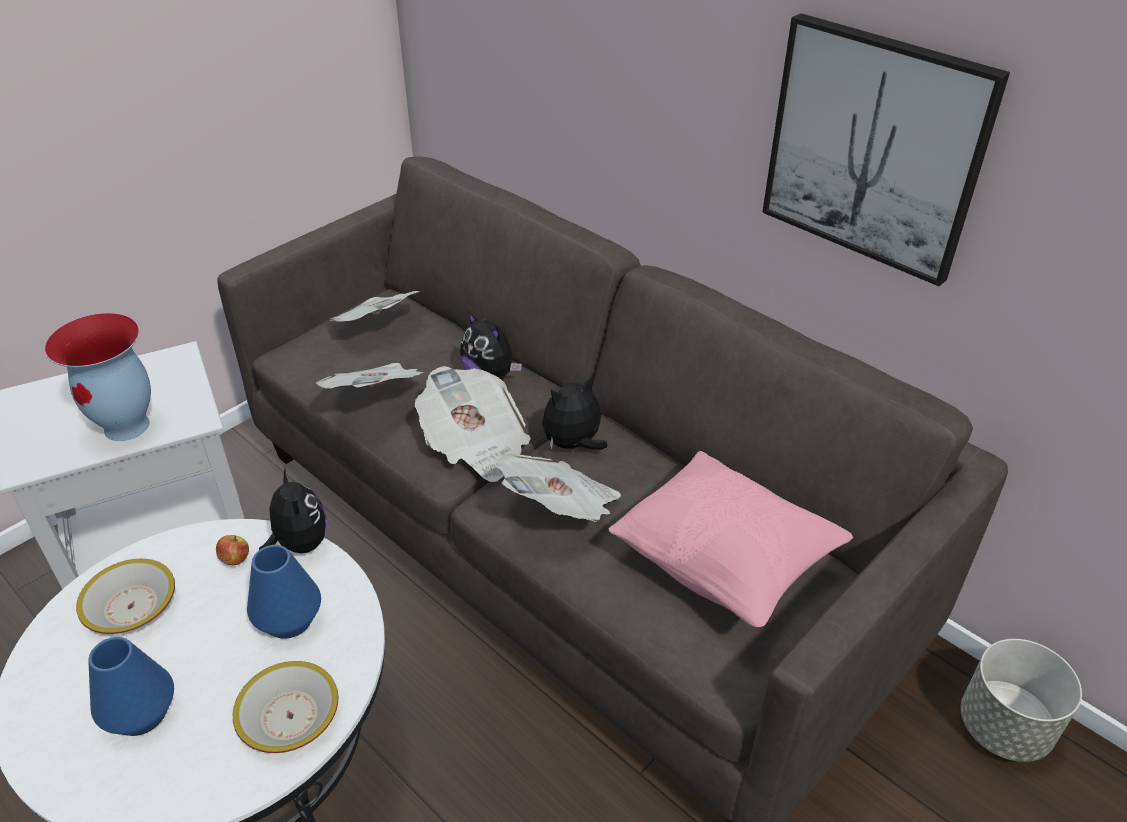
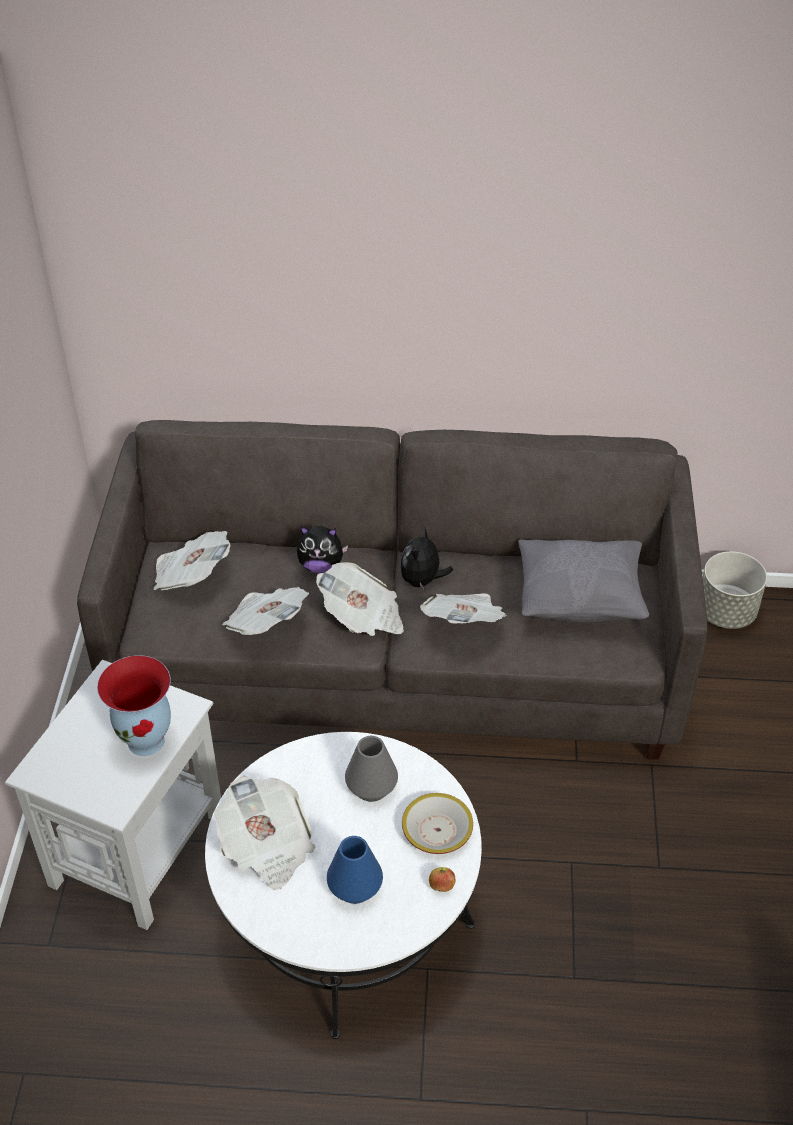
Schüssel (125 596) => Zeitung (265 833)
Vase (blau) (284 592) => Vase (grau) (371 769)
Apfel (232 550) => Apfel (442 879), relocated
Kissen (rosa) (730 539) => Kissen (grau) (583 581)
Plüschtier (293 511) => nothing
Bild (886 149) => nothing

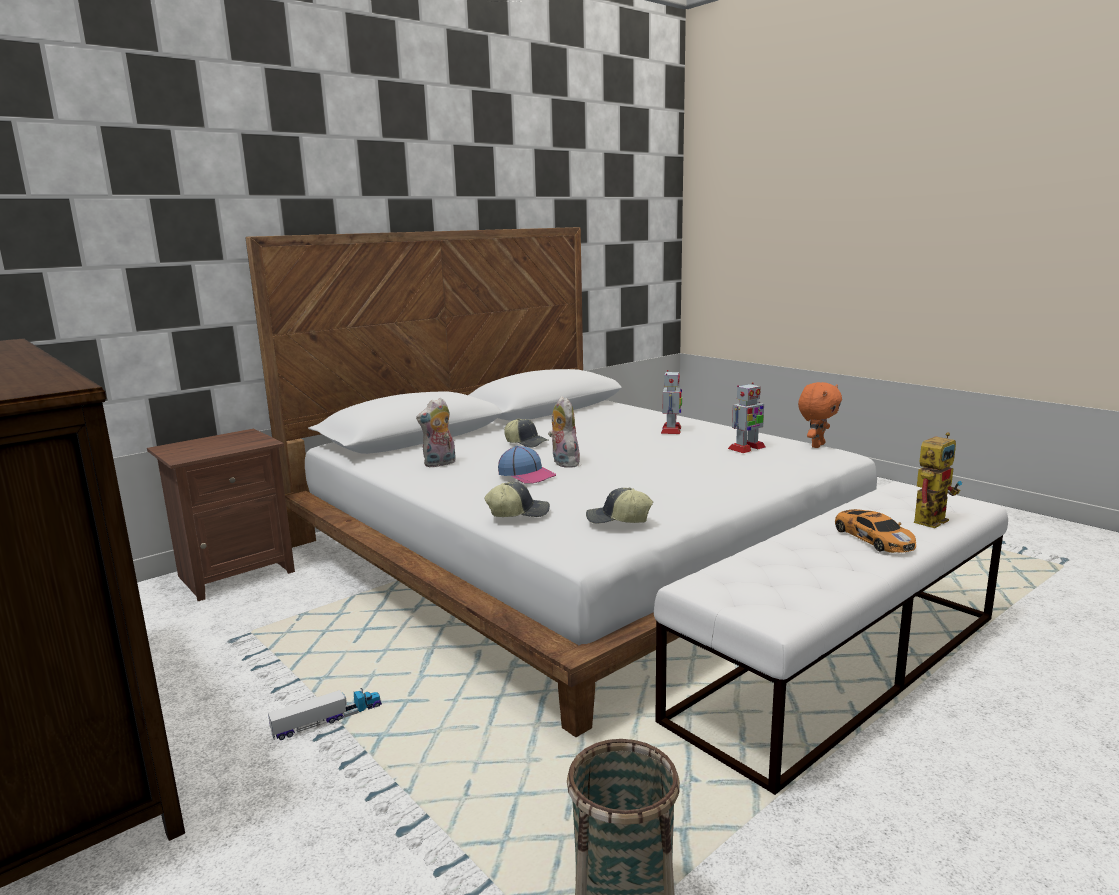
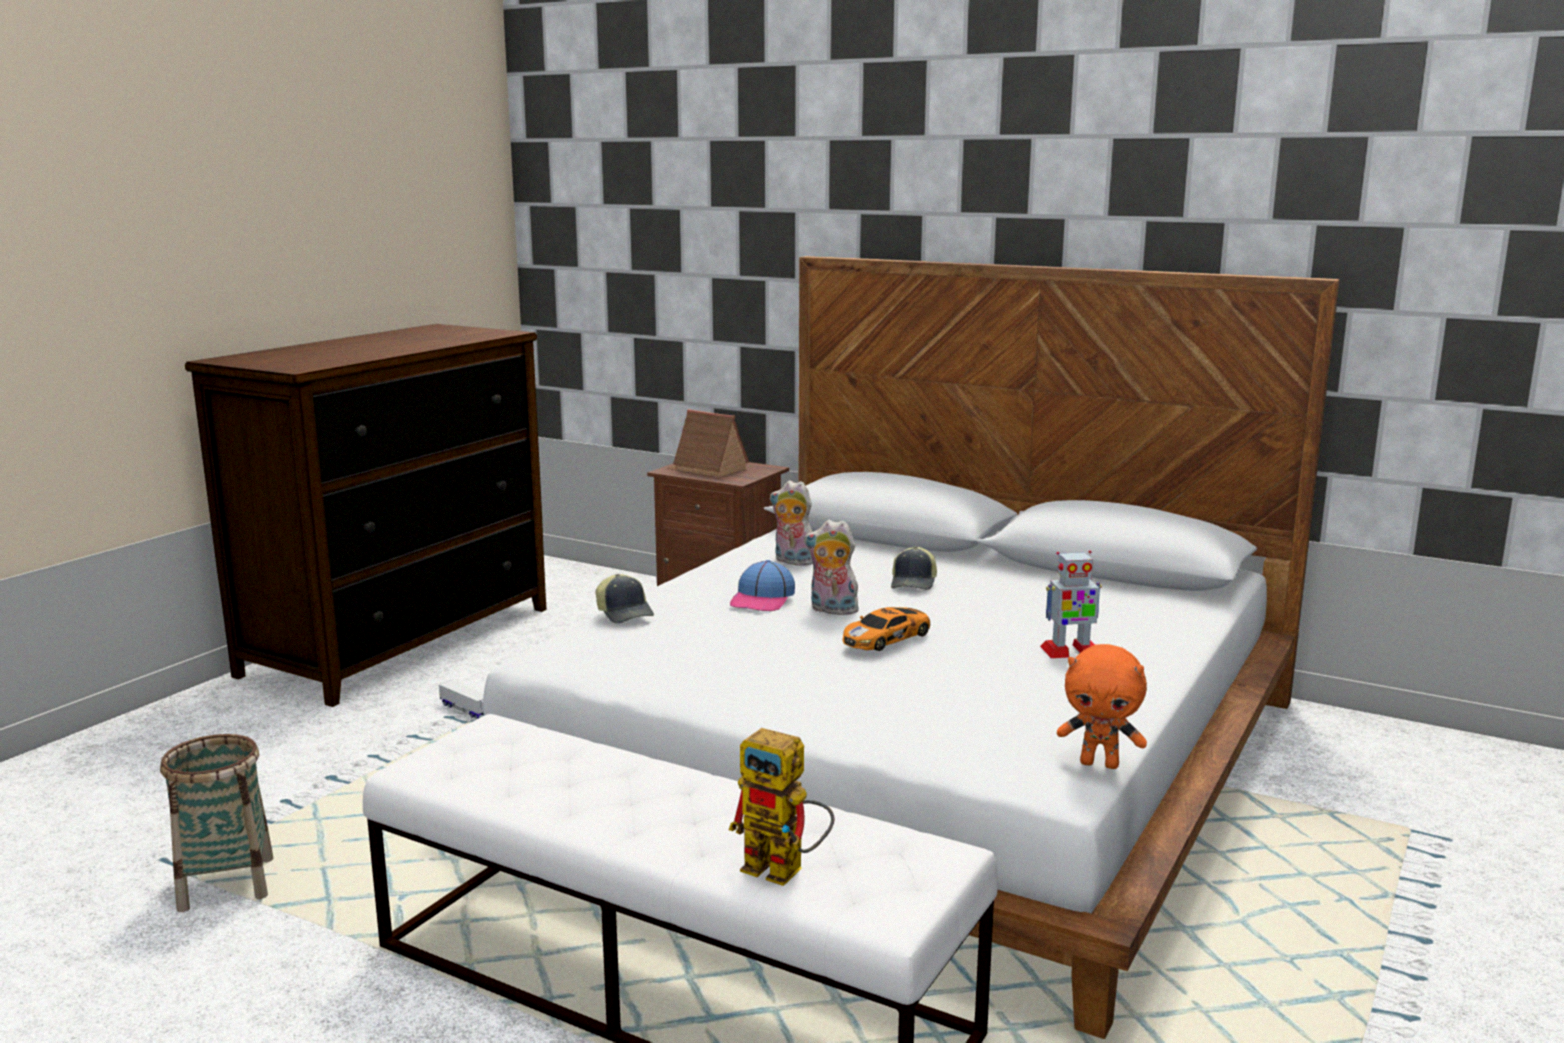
nothing => Spielzeughaus (708 443)
Plüschtier (564 432) => Plüschtier (833 567), 120 degrees counterclockwise
Spielzeugauto (875 531) => Spielzeugauto (886 629), relocated
Kappe (619 506) => nothing
Spielzeugroboter (747 417) => nothing

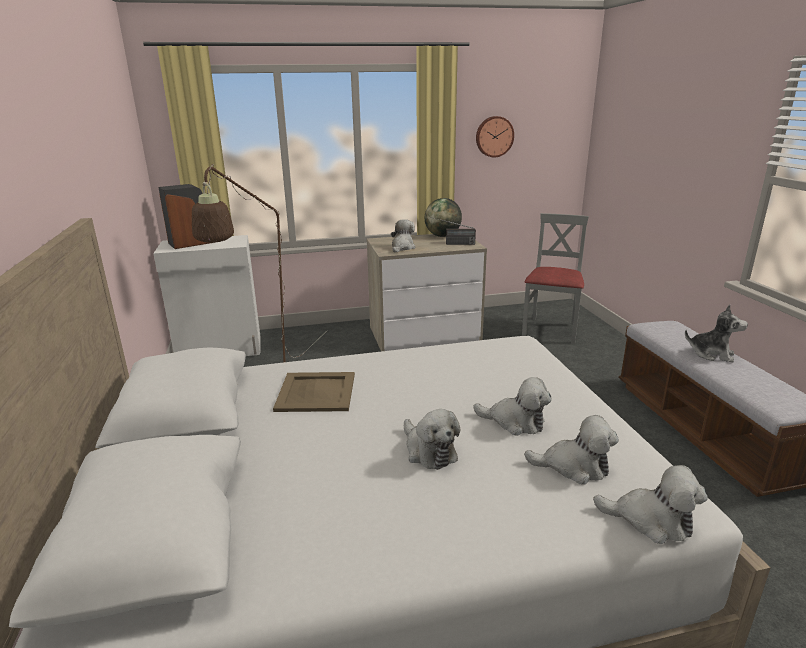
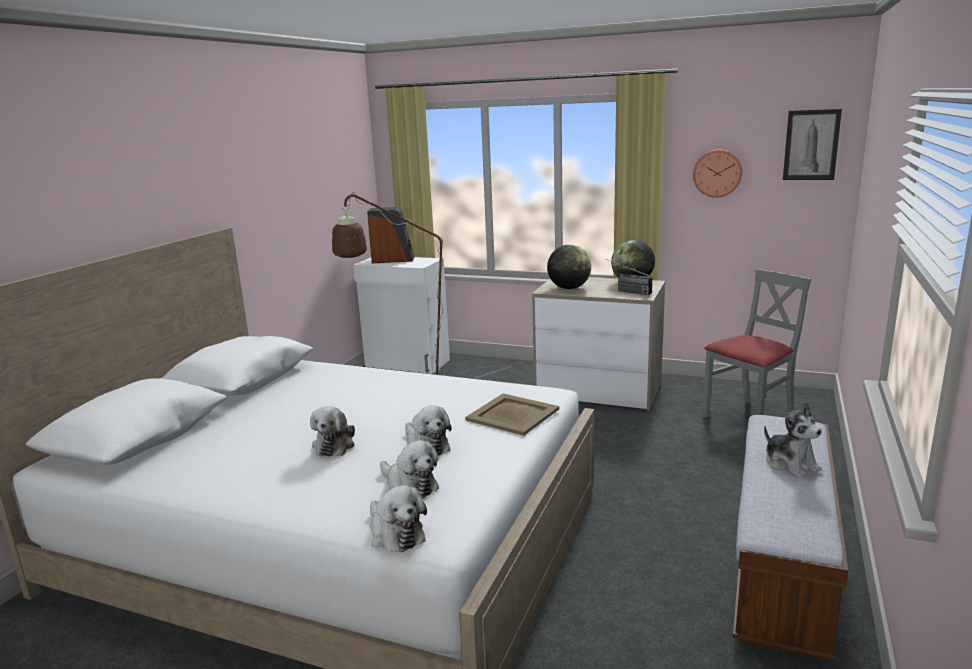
Tablett (beige) (314 392) => Tablett (beige) (512 414), relocated
Plüschtier (403 236) => Globus (569 267)
nothing => Bild (812 144)

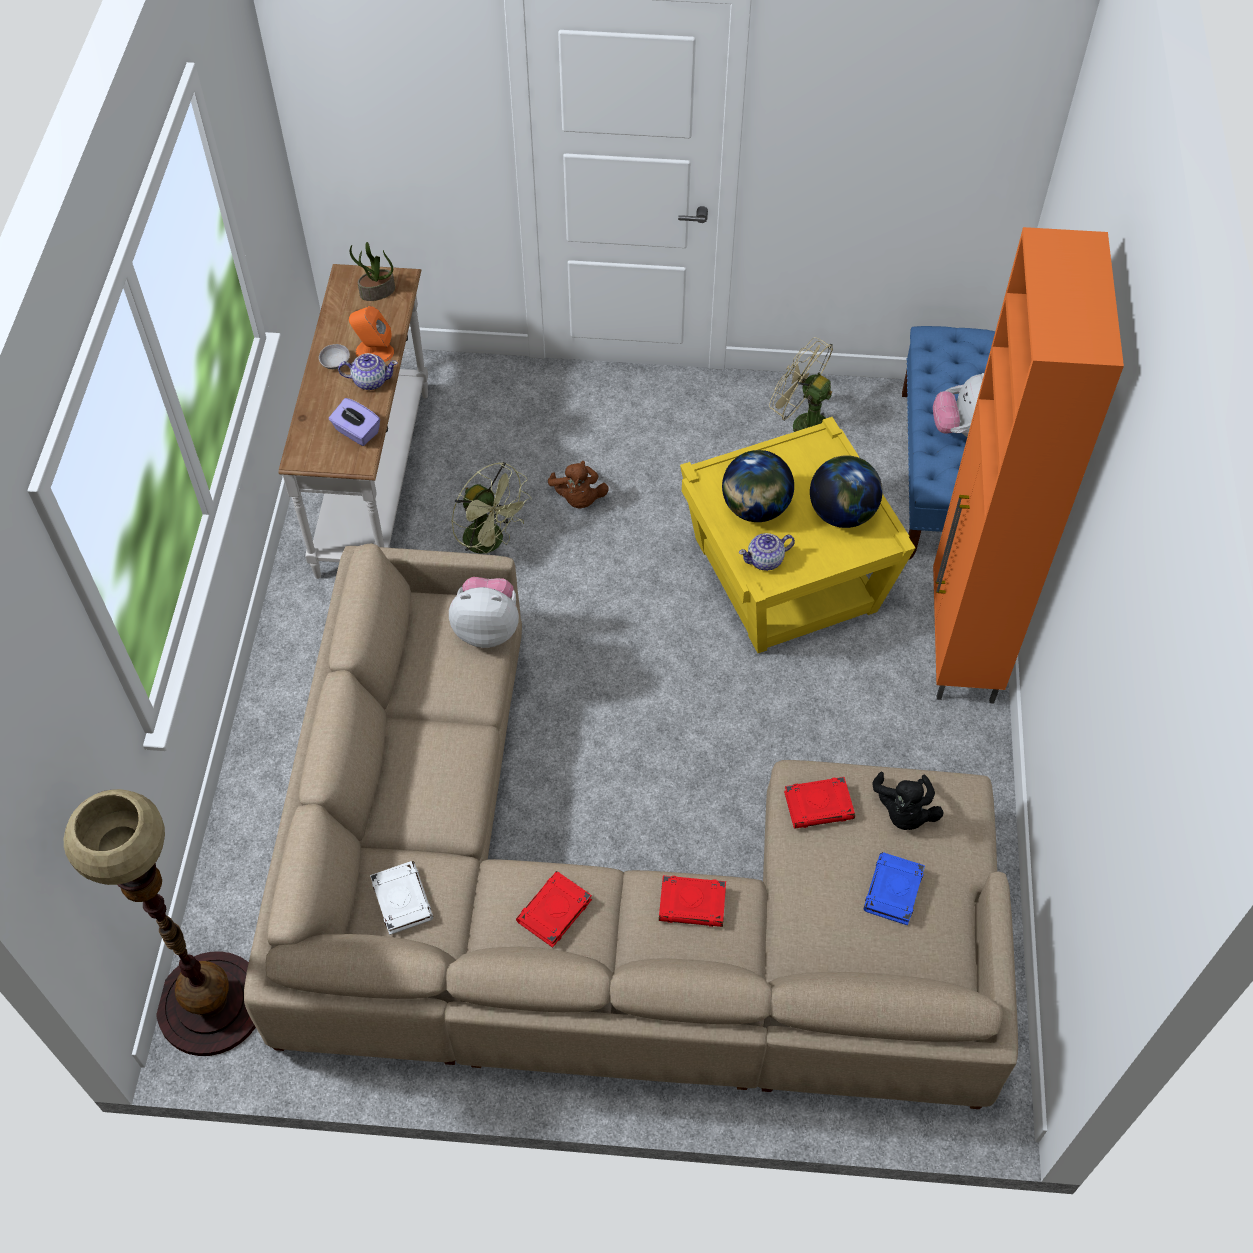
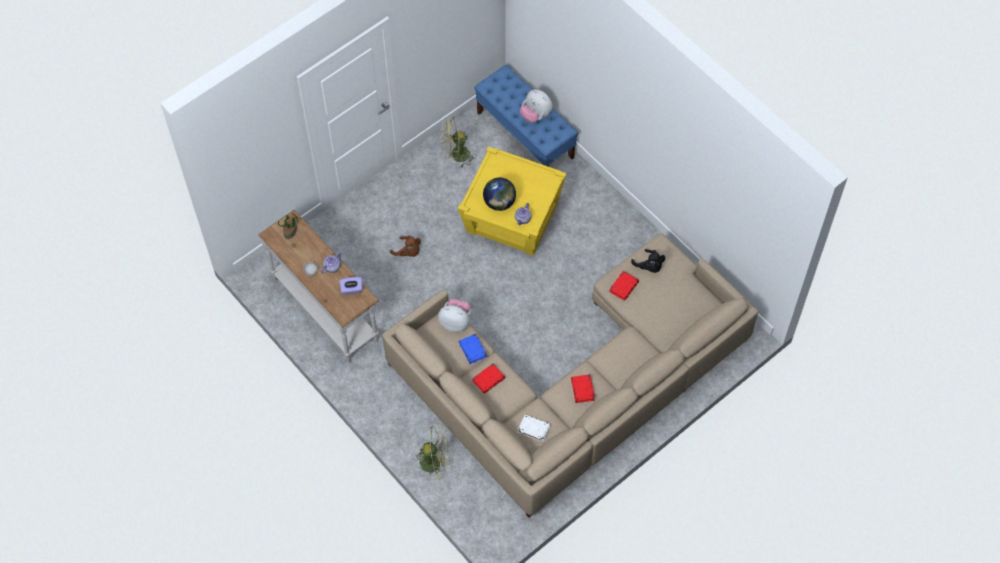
Ventilator (grün) (491 508) => Ventilator (grün) (431 452), relocated
Plüschtier (484 612) => Plüschtier (454 315), 60 degrees clockwise
Buch (blau) (894 888) => Buch (blau) (472 349), relocated
Buch (rot) (692 901) => Buch (rot) (488 379), relocated
Stehlampe (160 922) => nothing
Lautsprecher (orange) (371 334) => nothing
Globus (846 491) => nothing
Schrank (orange) (1028 465) => nothing

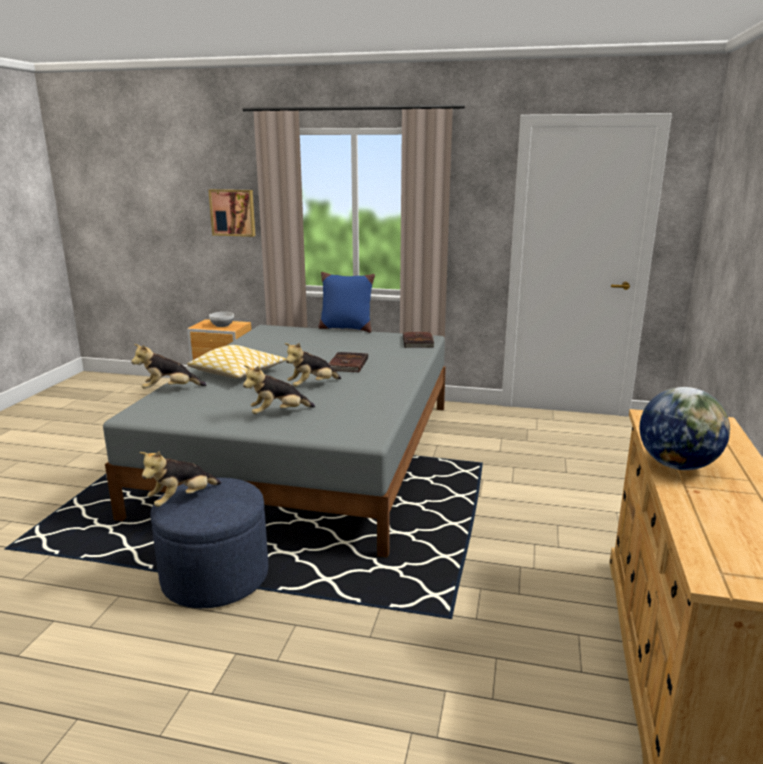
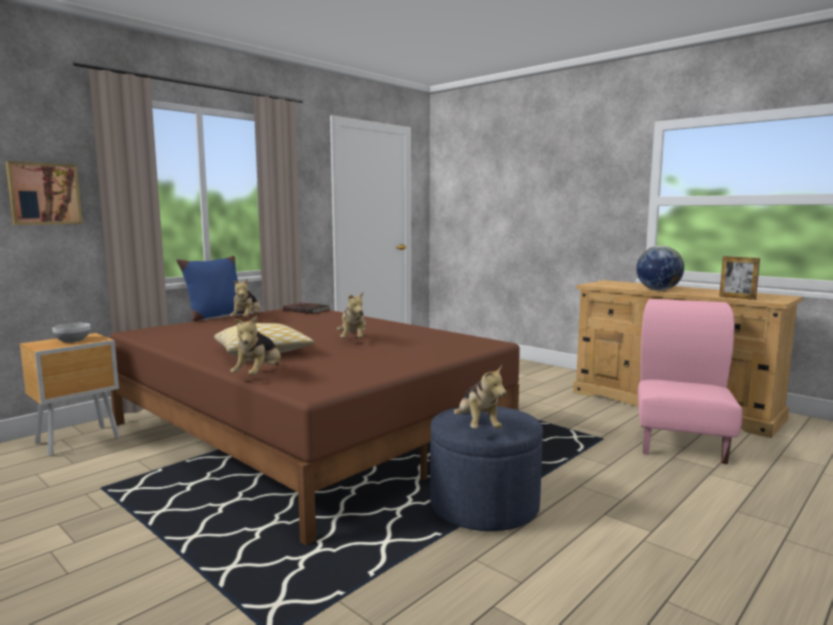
Bett (grau) (274 441) => Bett (braun) (315 427)
Plüschtier (279 389) => Plüschtier (245 298), relocated
nothing => Stuhl (rosa) (690 381)
nothing => Bilderrahmen (739 278)
Buch (braun) (348 362) => nothing

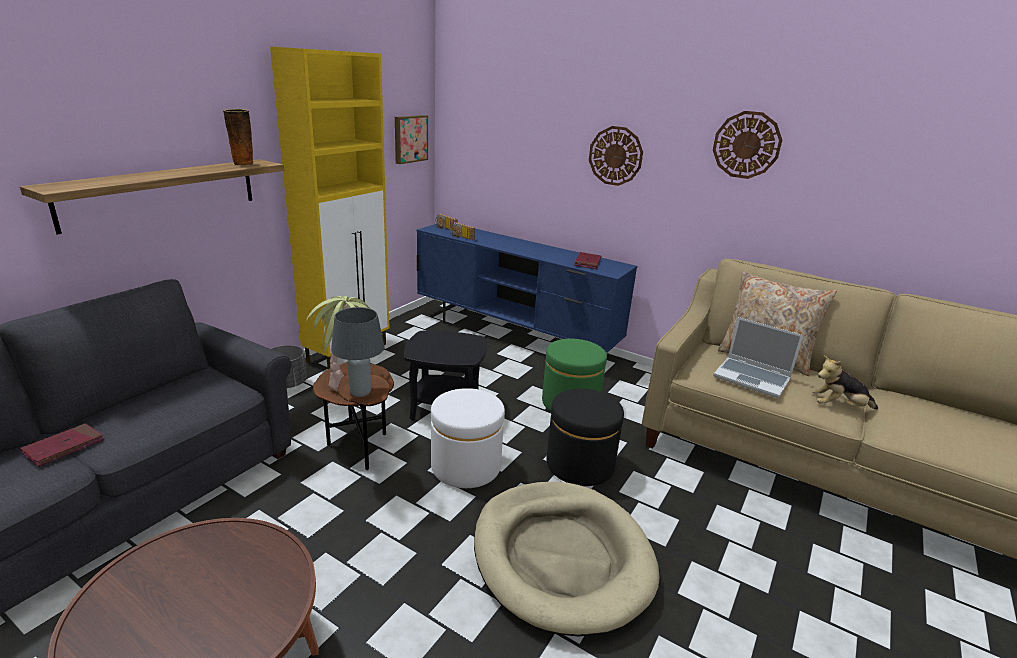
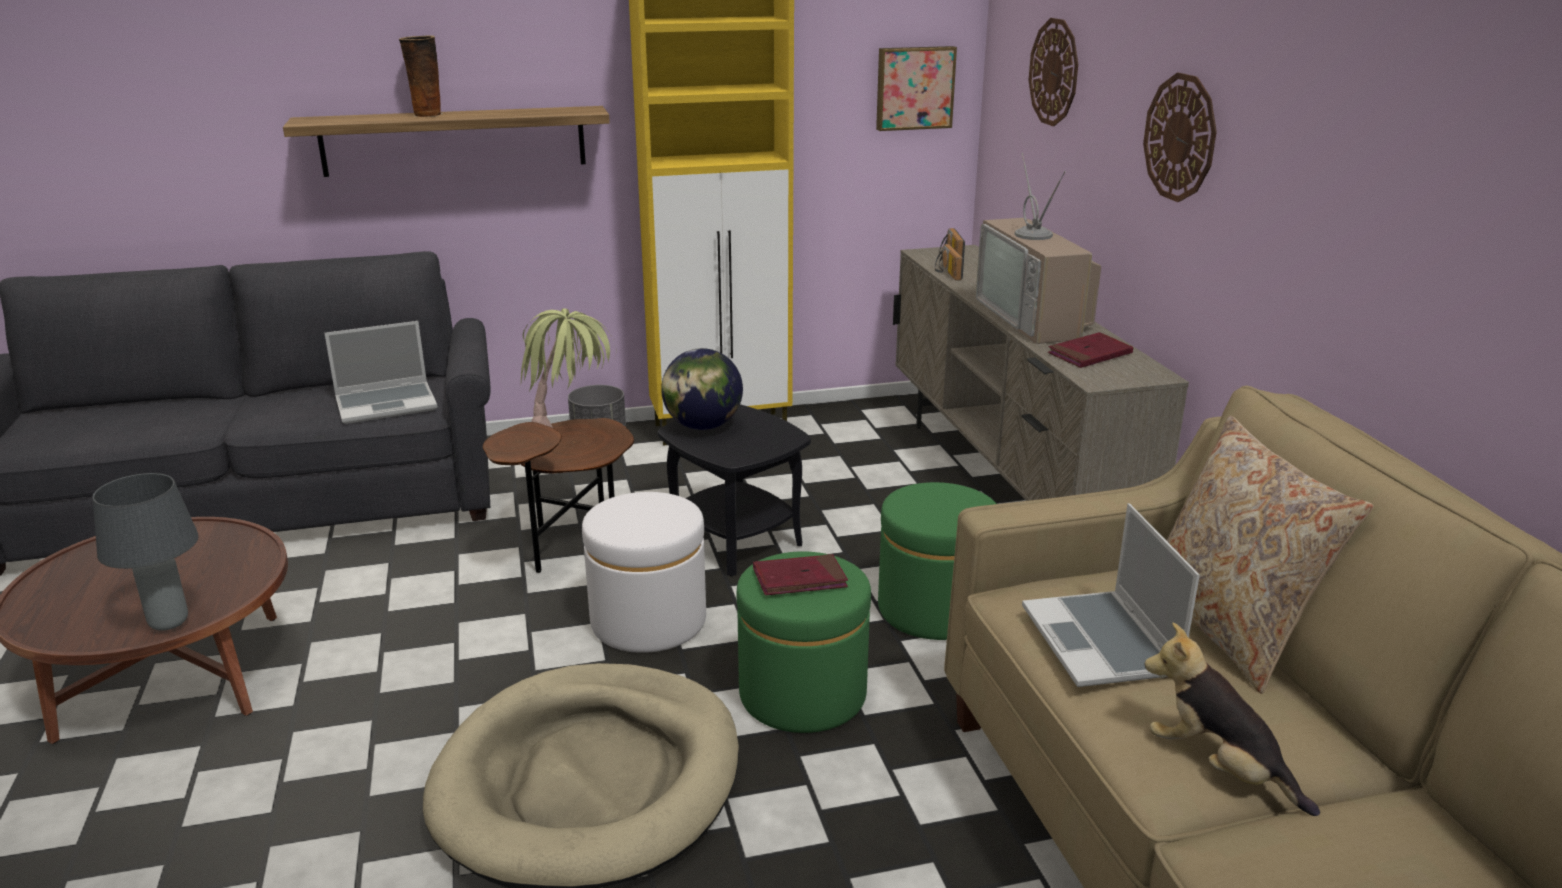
Tischlampe (grau) (357 352) => Tischlampe (grau) (145 552), relocated
nothing => Laptop (381 372)
Vase (238 137) => Vase (421 76), relocated
nothing => Globus (702 389)
Polsterhocker (schwarz) (585 437) => Polsterhocker (grün) (804 642)
Buch (rot) (62 444) => Buch (rot) (800 574), relocated
Fernsehschrank (blau) (527 288) => Fernsehschrank (beige) (1041 373)
nothing => Fernseher (1038 248)
Wanduhr (747 145) => Wanduhr (1053 72), relocated

